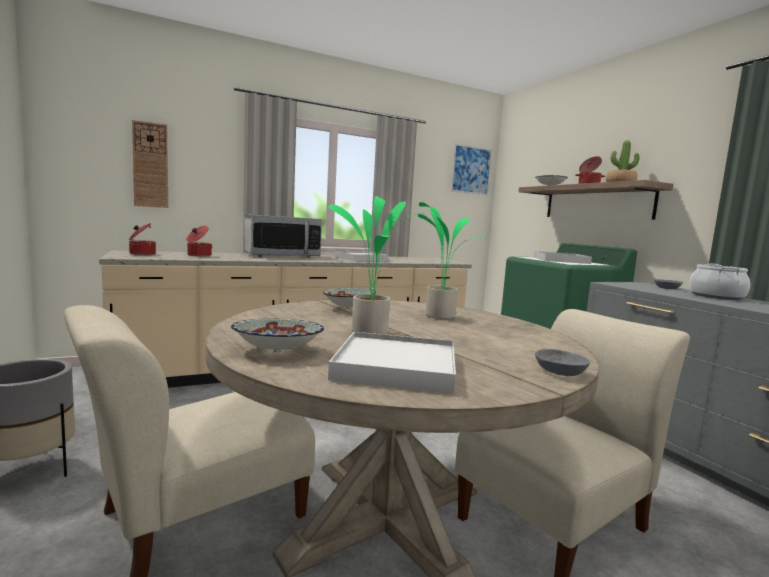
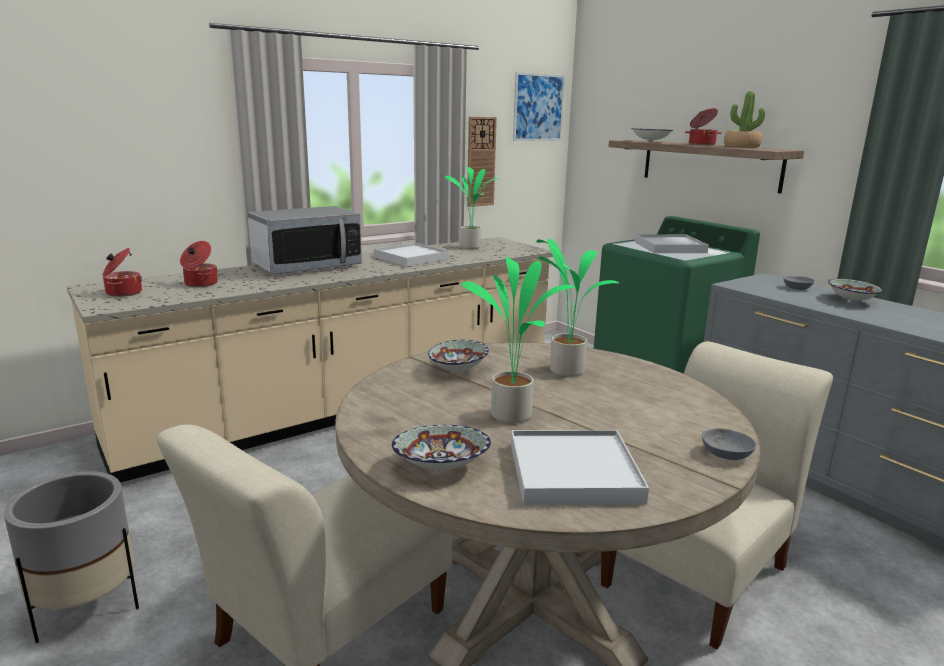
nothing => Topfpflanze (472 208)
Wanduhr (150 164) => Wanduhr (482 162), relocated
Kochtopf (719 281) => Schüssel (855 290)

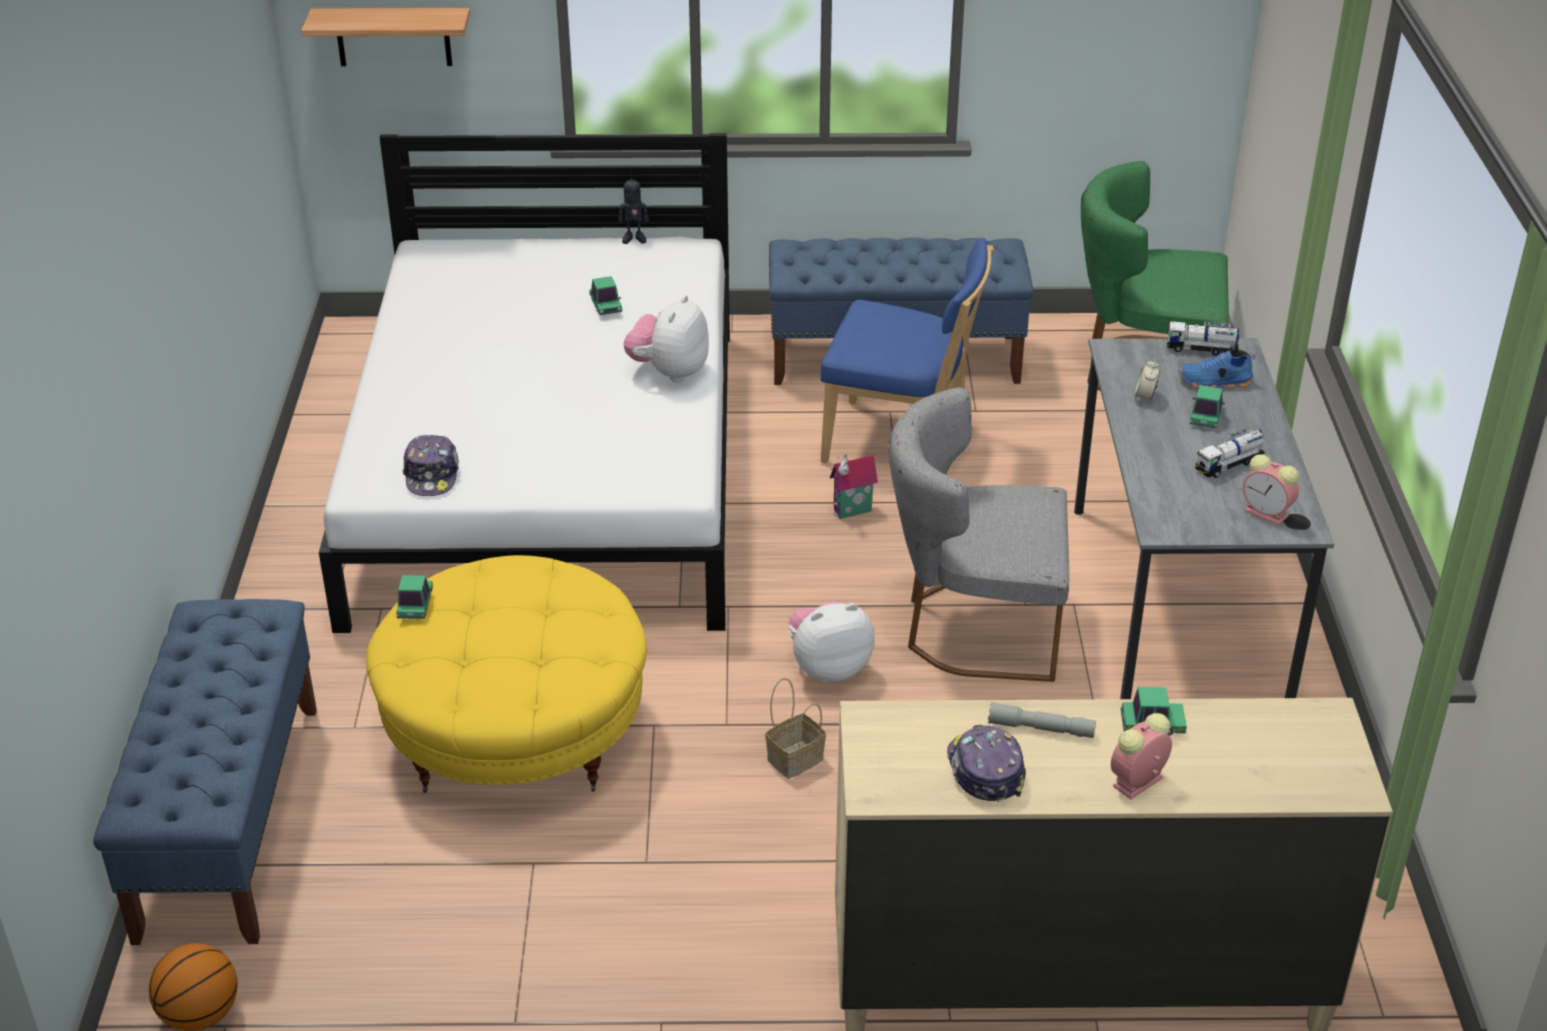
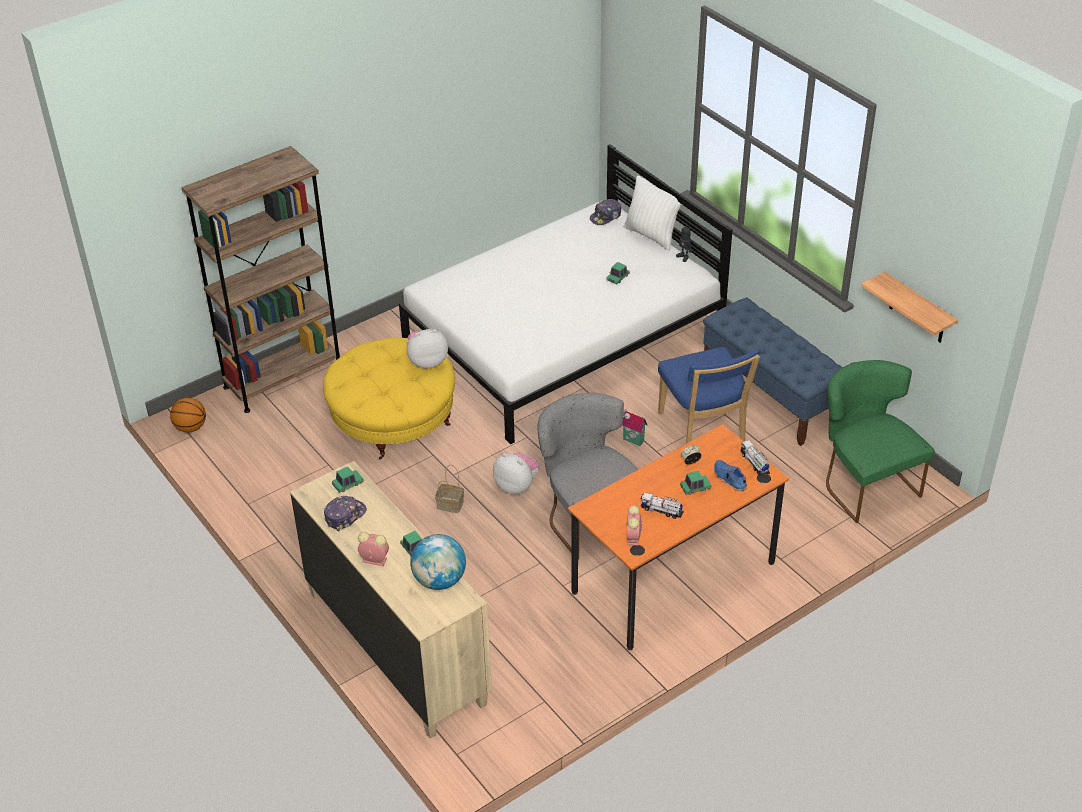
Bank (blau) (205 772) => Bücherregal (braun) (260 279)
Spielzeugauto (414 597) => Spielzeugauto (348 479), relocated
Plüschtier (666 339) => Plüschtier (427 348), relocated
nothing => Globus (438 562)
Schreibtisch (grau) (1204 518) => Schreibtisch (orange) (678 537)
Kappe (431 465) => Kappe (605 212), relocated
nothing => Kissen (weiß) (652 213)
Wandregal (385 37) => Wandregal (909 307), relocated
Taschenlampe (grau) (1042 720) => nothing

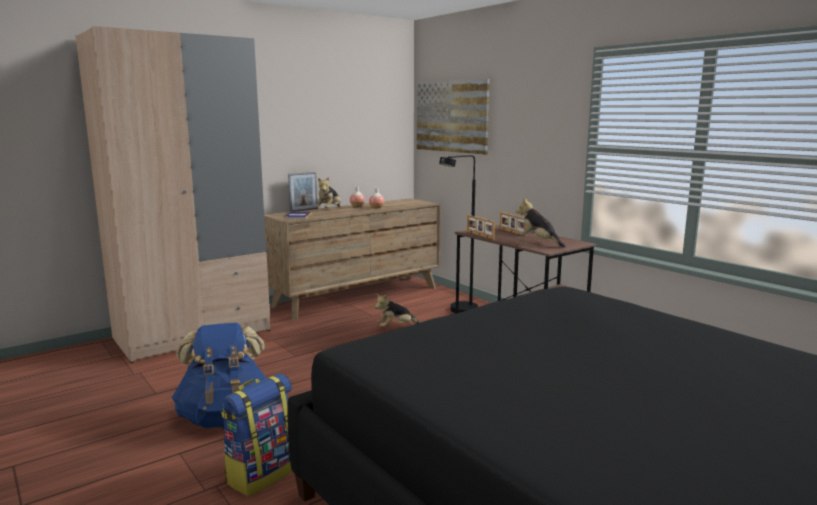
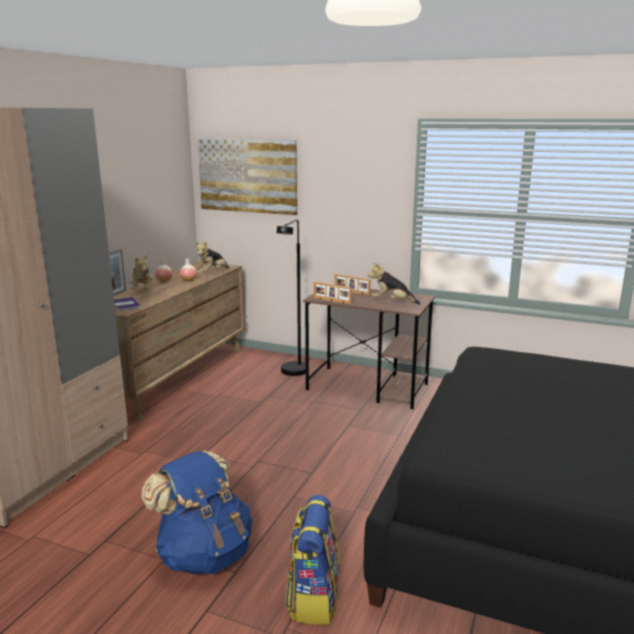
Plüschtier (397 310) => Plüschtier (212 256), relocated

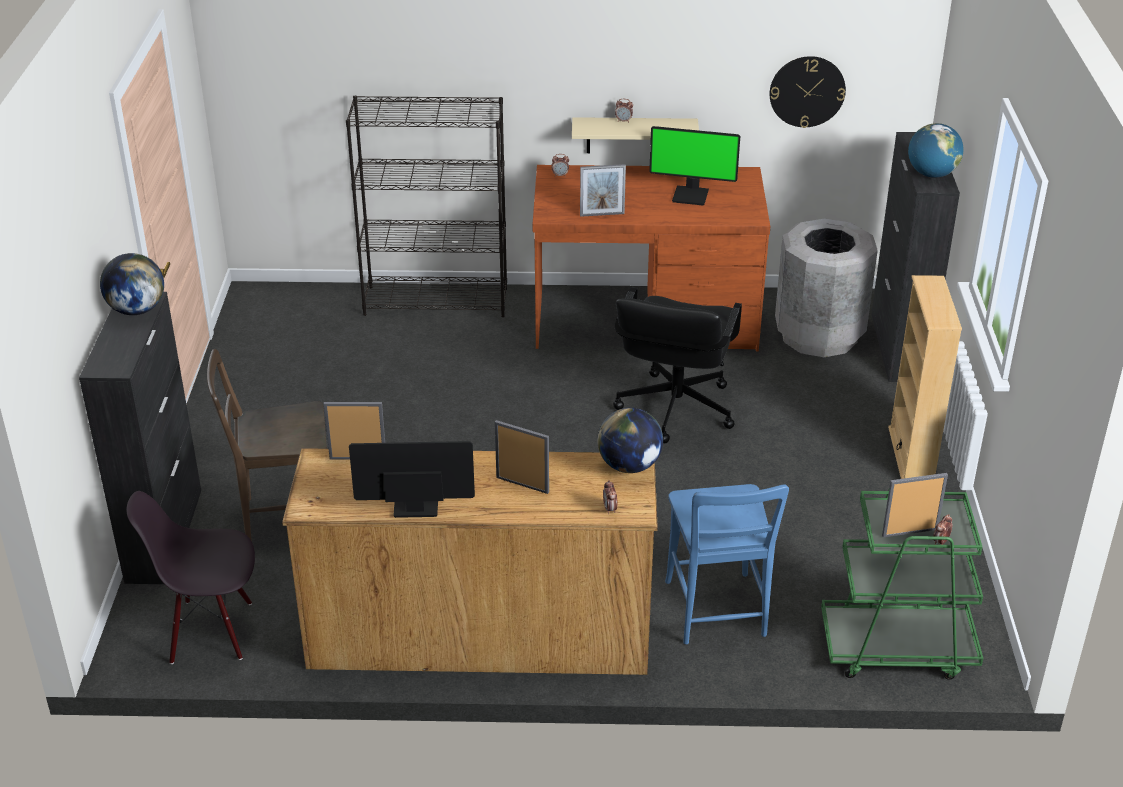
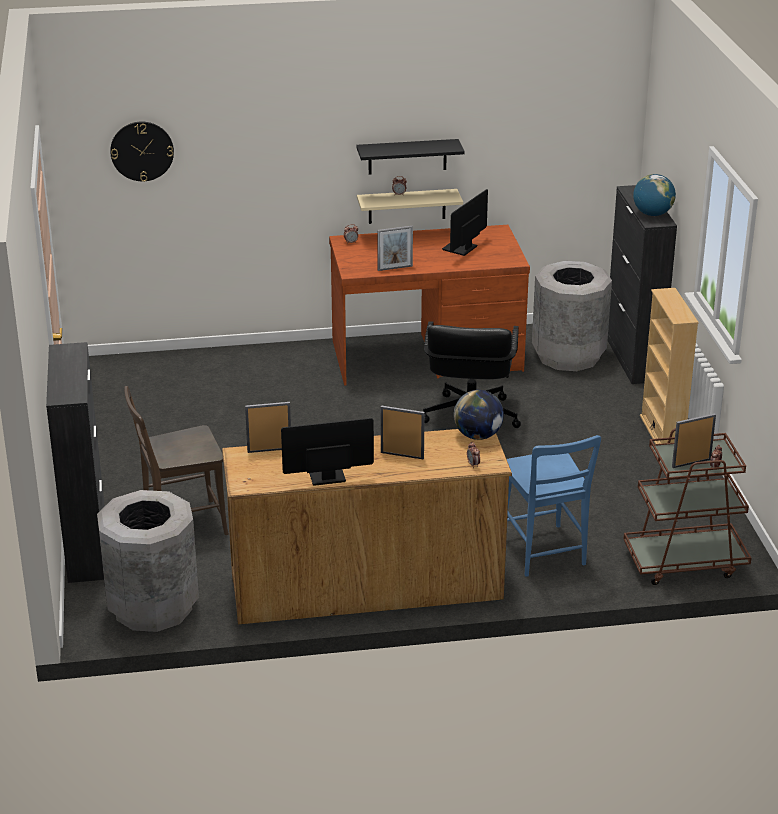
Stuhl (schwarz) (191 577) => Mülleimer (grau) (148 561)
Wanduhr (808 92) => Wanduhr (142 152), relocated
nothing => Wandregal (schwarz) (410 157)
Monitor (694 166) => Monitor (465 222), 120 degrees clockwise
Rollwagen (grün) (902 585) => Rollwagen (braun) (687 506)
Globus (132 284) => nothing
Bücherregal (schwarz) (426 206) => nothing

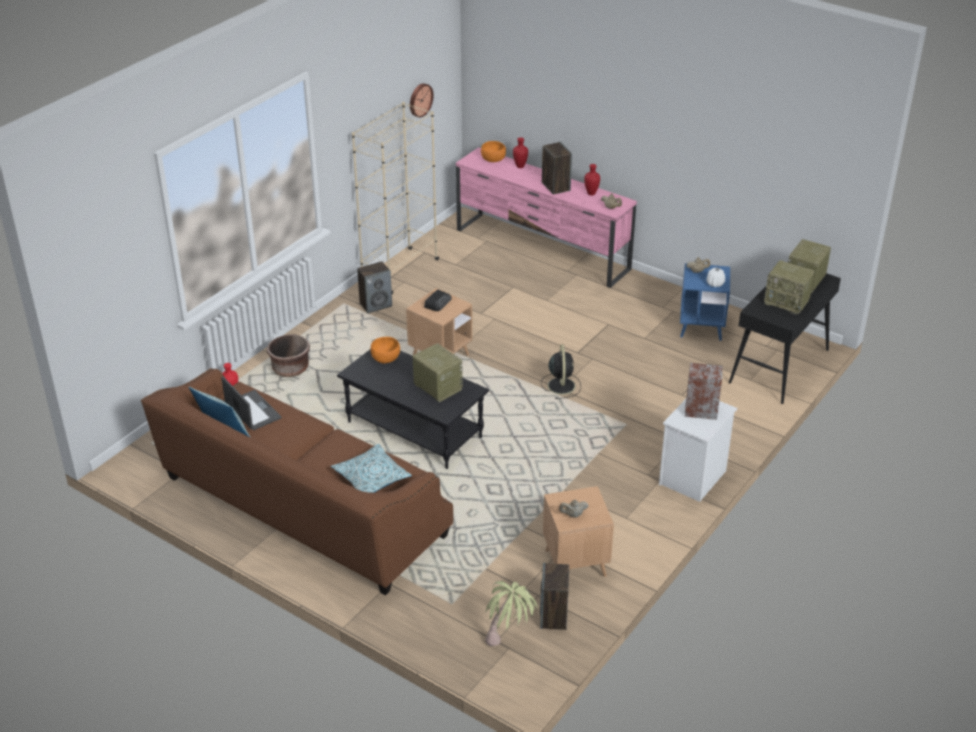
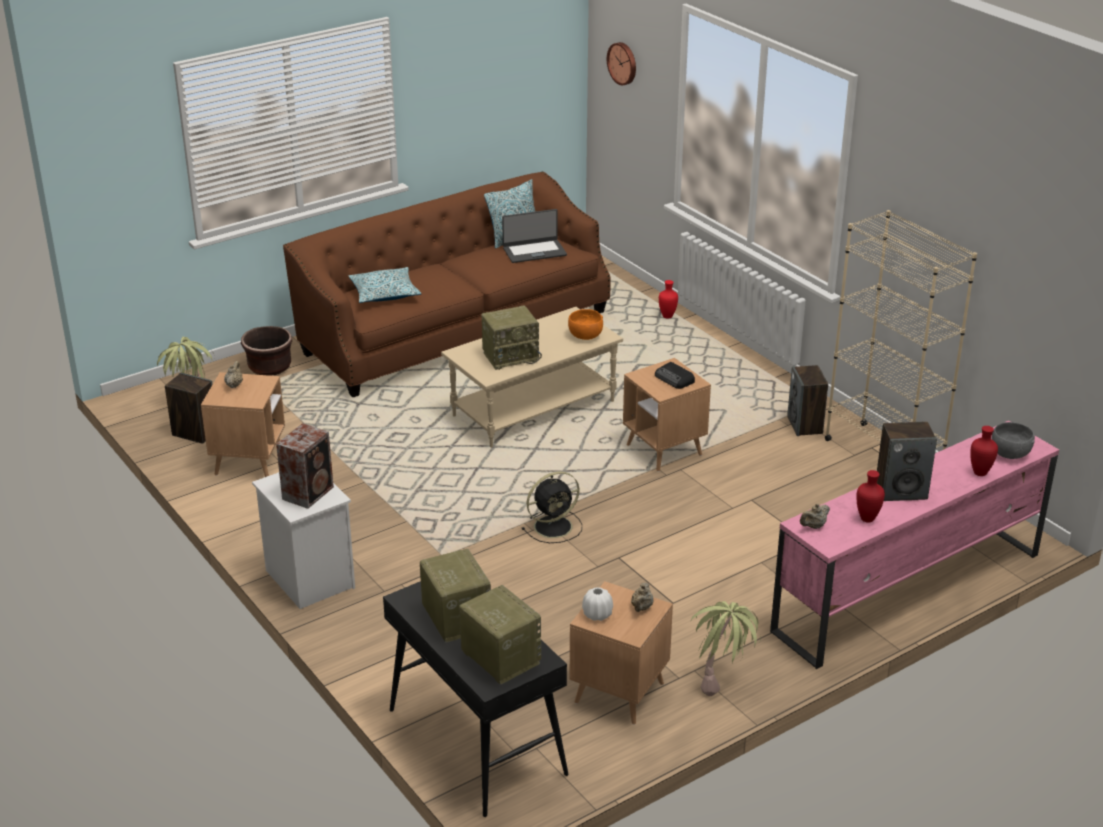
Pflanzkübel (braun) (288 355) => Pflanzkübel (braun) (266 351), relocated
Radio (789 287) => Radio (455 596), 105 degrees clockwise
Couchtisch (schwarz) (413 409) => Couchtisch (beige) (532 377)
Ventilator (schwarz) (561 371) => Ventilator (schwarz) (552 507), 45 degrees counterclockwise
Beistelltisch (blau) (705 302) => Beistelltisch (braun) (621 653)
Wanduhr (422 100) => Wanduhr (621 63), relocated
nothing => Topfpflanze (726 648)
Schüssel (orange) (493 151) => Schüssel (grau) (1013 440)

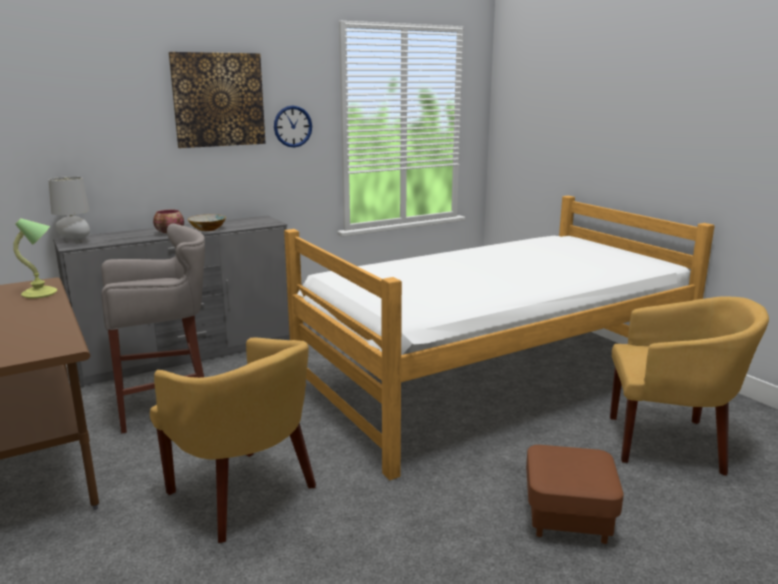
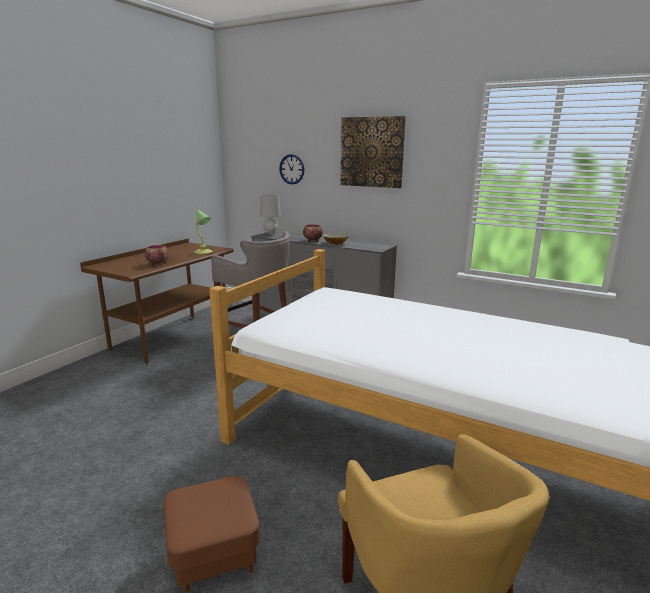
nothing => Schüssel (157 255)
Wanduhr (293 127) => Wanduhr (291 169), relocated
Sessel (gelb) (233 440) => nothing

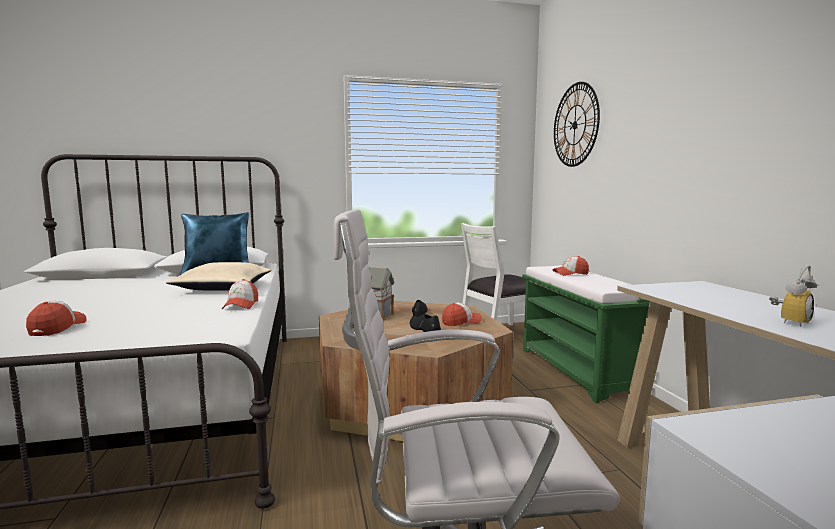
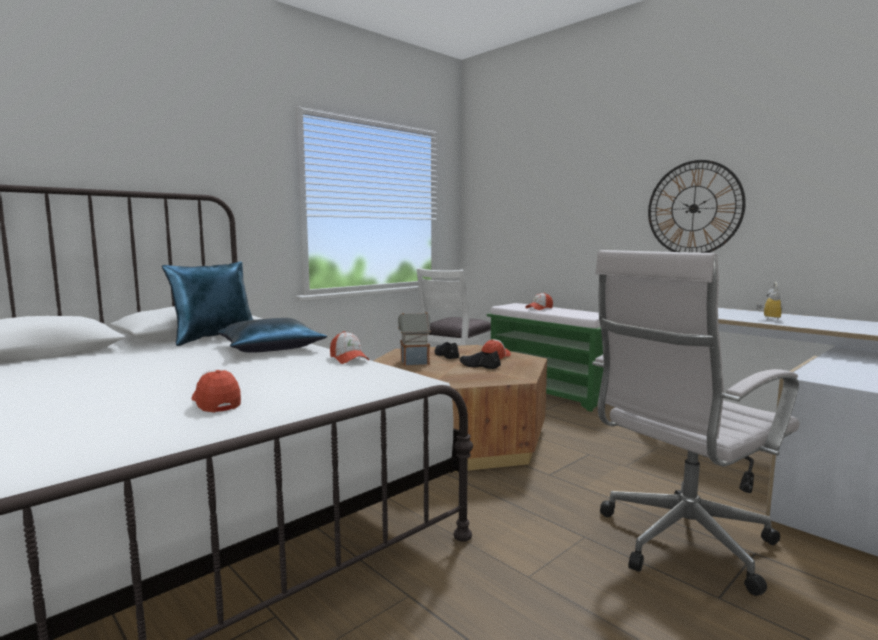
Kissen (beige) (218 276) => Kissen (blau) (272 335)
Wanduhr (577 124) => Wanduhr (697 206), relocated

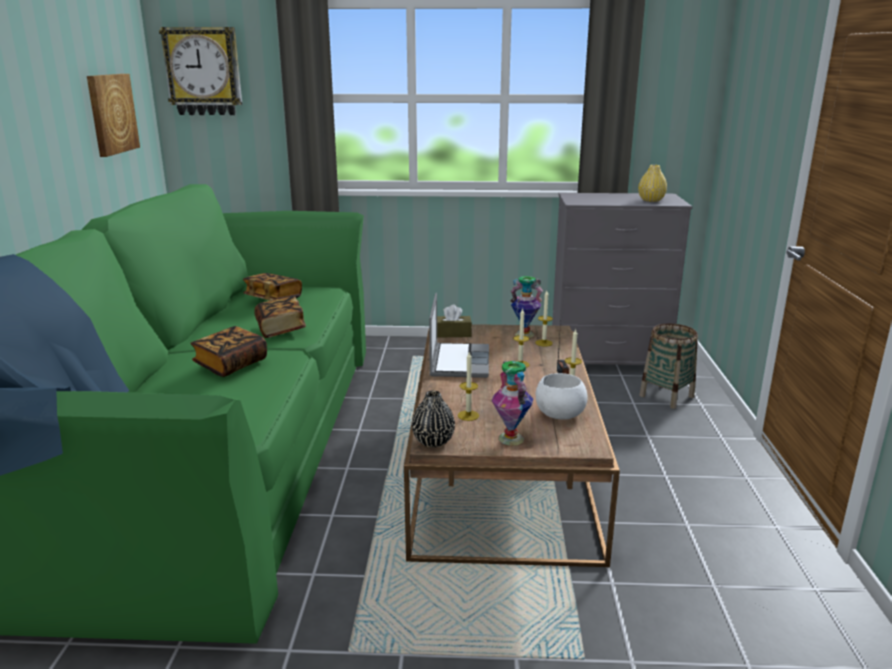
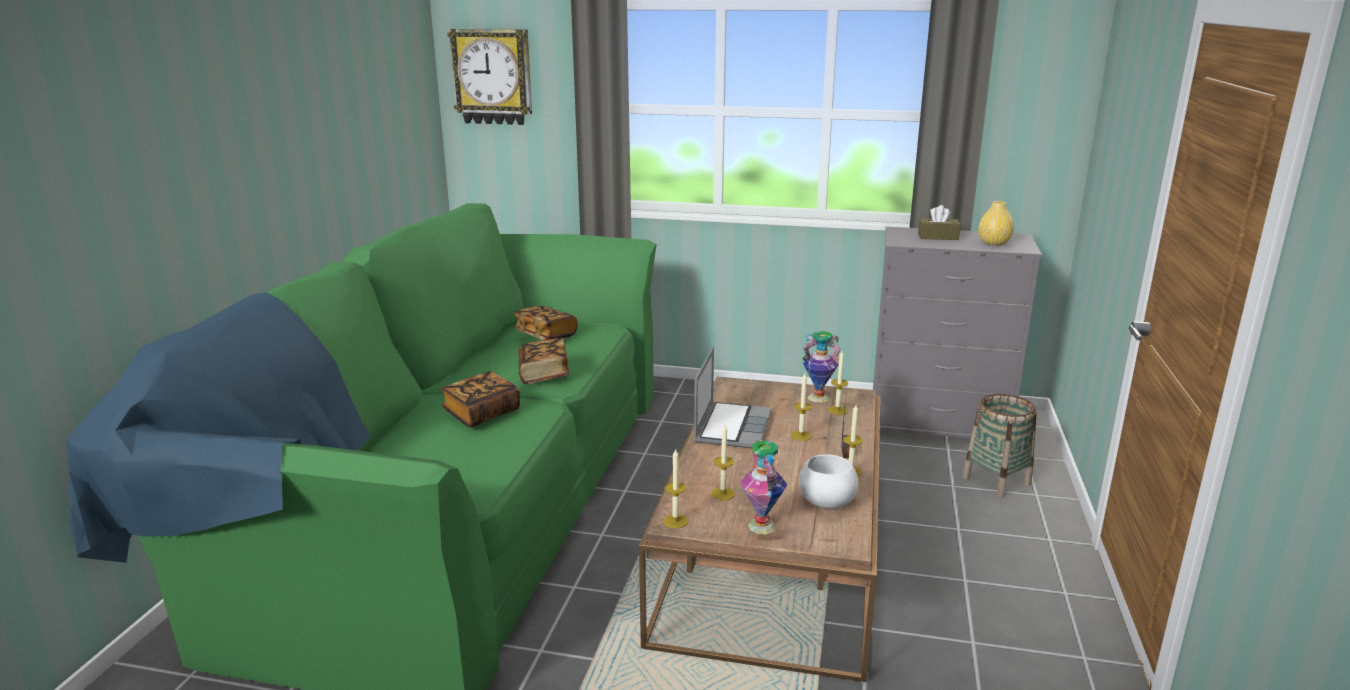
Vase (schwarz) (433 419) => Kerze (675 488)
Taschentuchbox (braun) (454 321) => Taschentuchbox (braun) (939 222), relocated
Bild (113 115) => nothing

